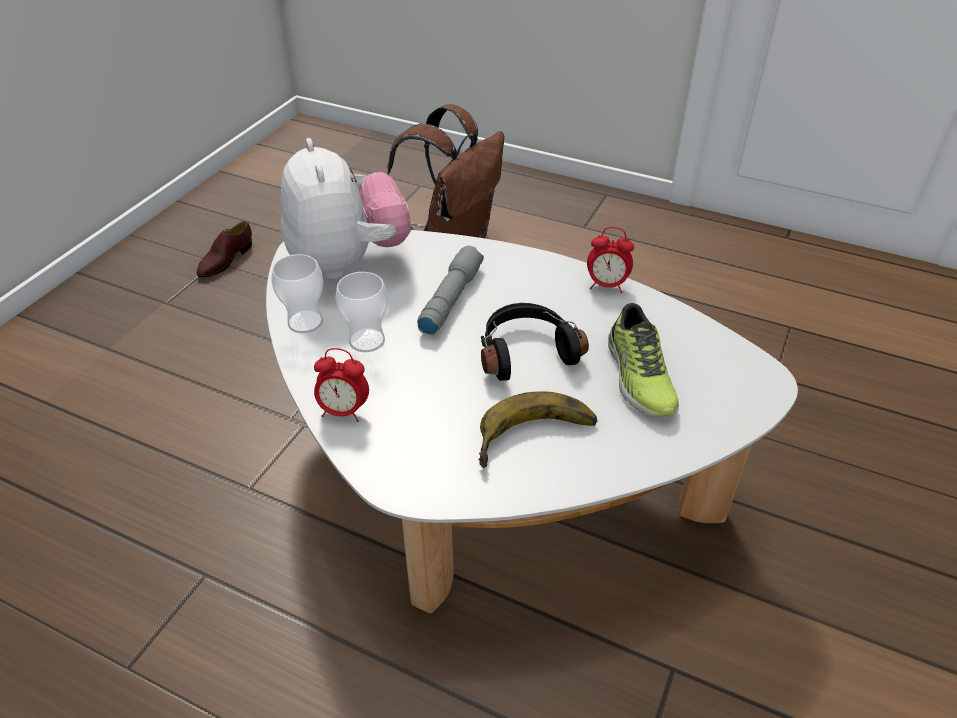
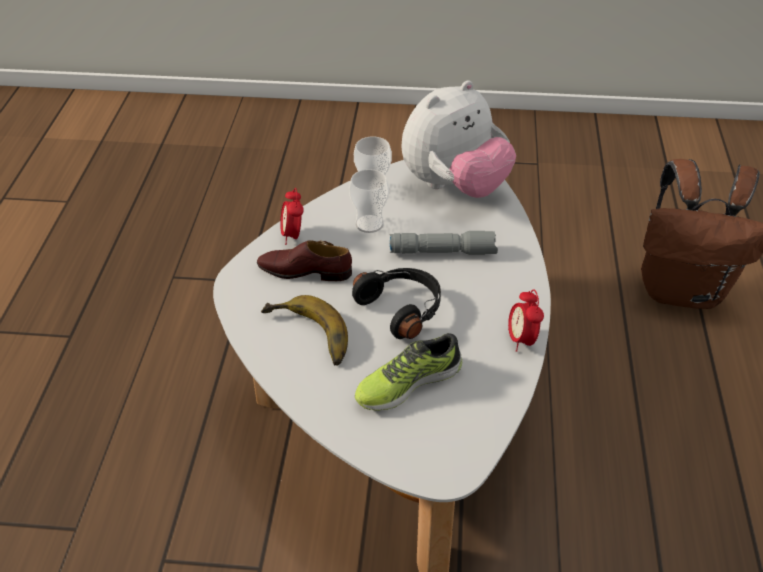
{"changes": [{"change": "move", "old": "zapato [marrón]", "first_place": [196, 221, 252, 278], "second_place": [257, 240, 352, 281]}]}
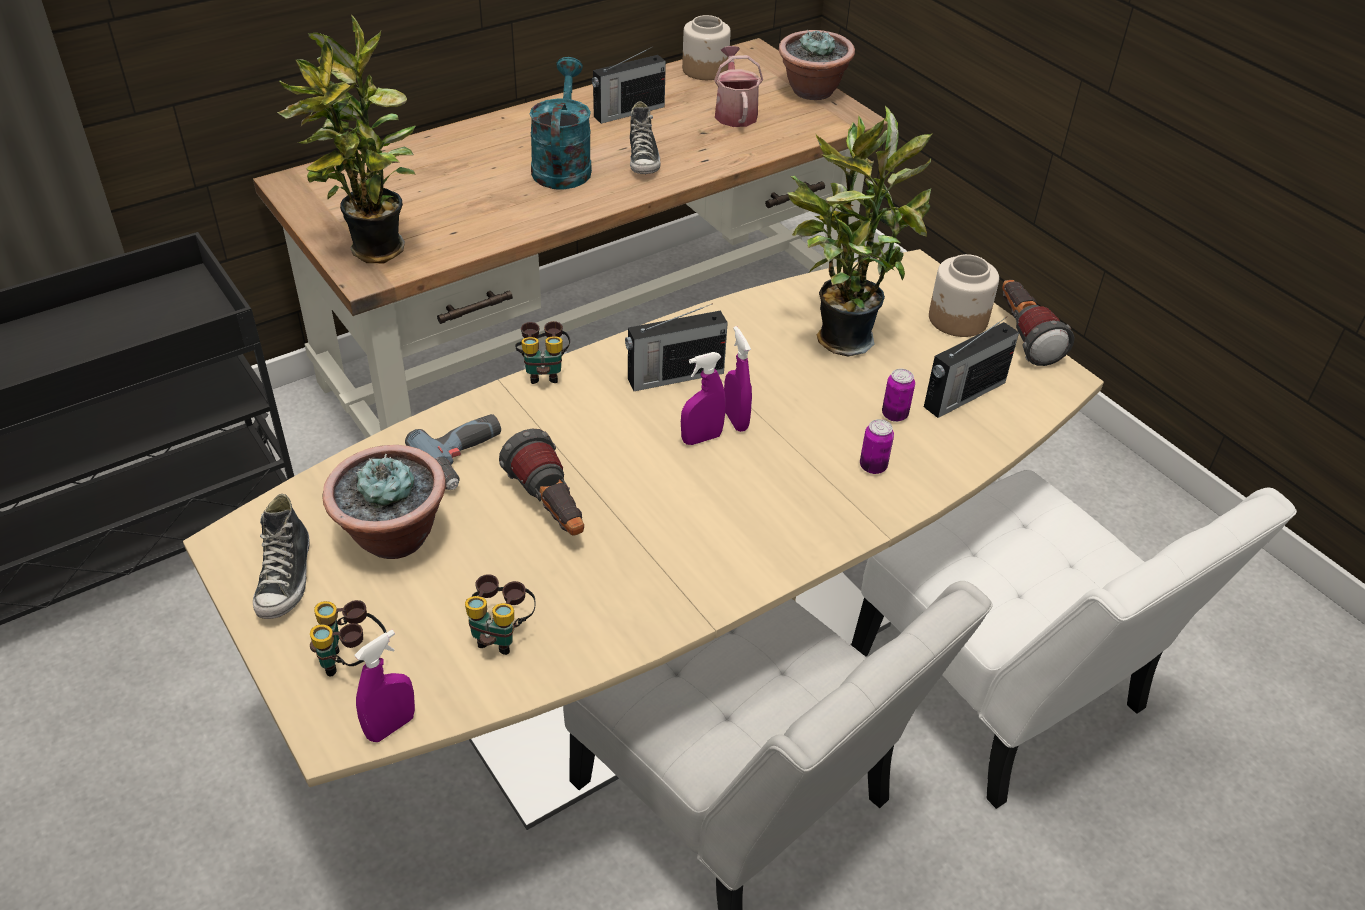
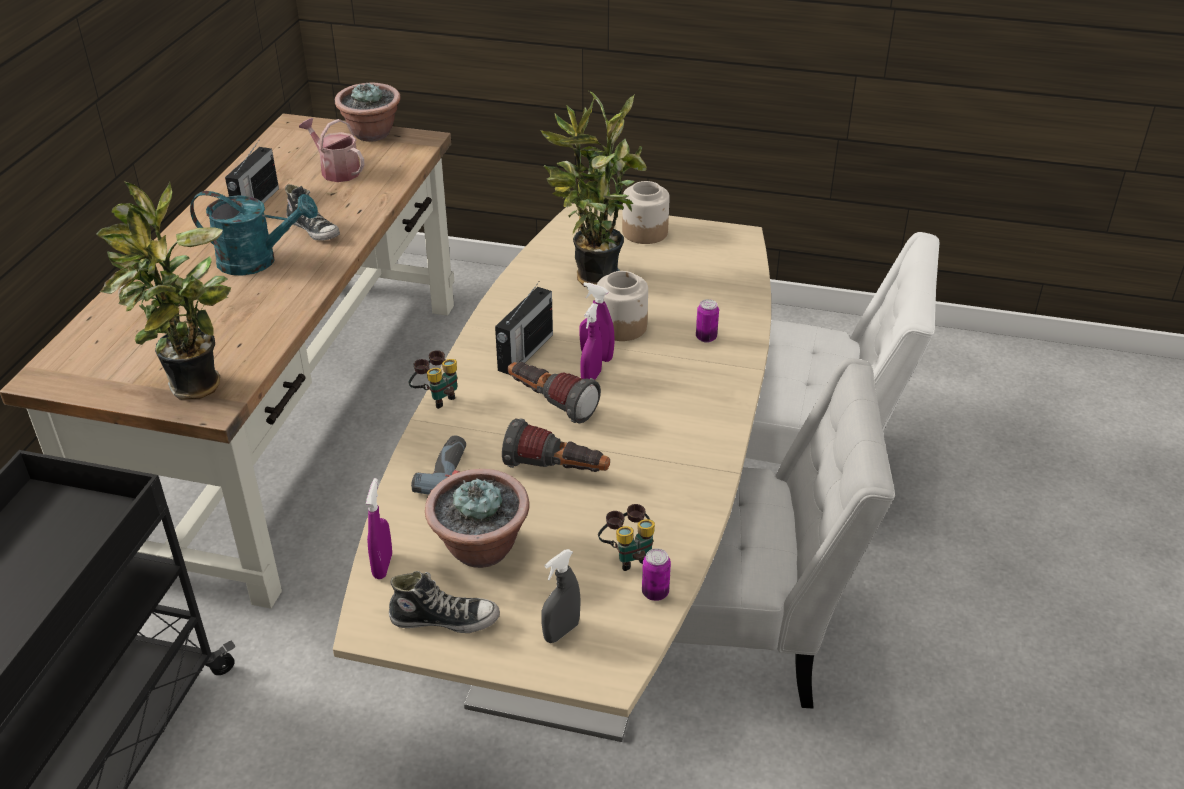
{"changes": [{"change": "move", "old": "tarro", "first_place": [682, 15, 731, 80], "second_place": [597, 271, 648, 341]}, {"change": "rotate", "old": "regadera [turquesa]", "first_place": [529, 57, 592, 190], "second_place": [190, 191, 318, 276], "degrees": 135}, {"change": "move", "old": "linterna", "first_place": [1002, 280, 1075, 366], "second_place": [508, 362, 601, 424]}, {"change": "delete", "old": "radio", "first_place": [924, 317, 1019, 418]}, {"change": "move", "old": "lata", "first_place": [882, 369, 915, 422], "second_place": [642, 548, 671, 601]}, {"change": "rotate", "old": "zapato", "first_place": [253, 494, 310, 619], "second_place": [389, 571, 500, 633], "degrees": -45}, {"change": "replace", "old": "prismáticos", "new": "pulverizador [gris]", "first_place": [310, 600, 387, 677], "second_place": [541, 549, 581, 643]}, {"change": "move", "old": "pulverizador [morado]", "first_place": [354, 630, 415, 742], "second_place": [366, 478, 392, 579]}]}
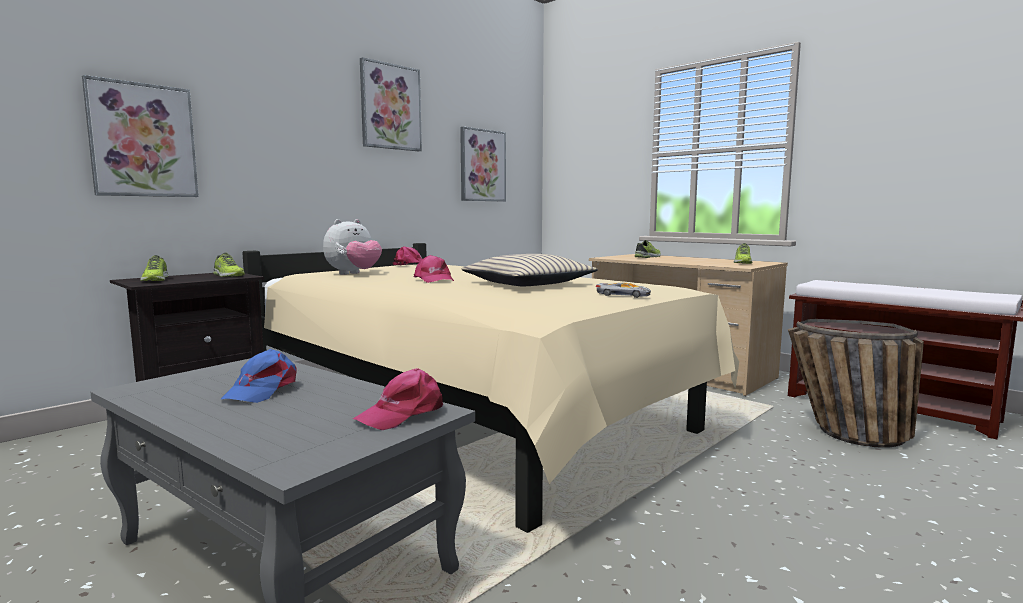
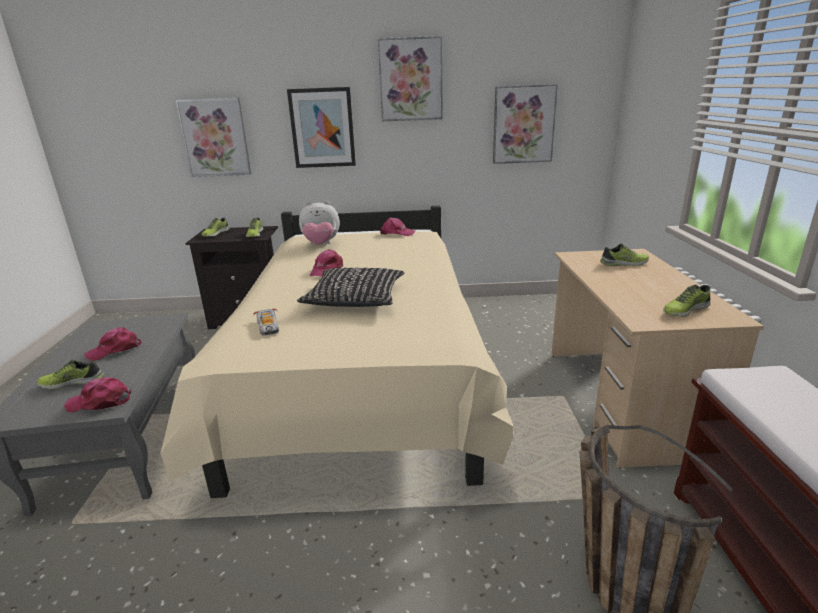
{"changes": [{"change": "recolor", "old": "cojín [beis]", "new": "cojín [negro]", "first_place": [461, 254, 598, 286], "second_place": [297, 268, 405, 307]}, {"change": "move", "old": "coche de juguete", "first_place": [596, 283, 651, 298], "second_place": [253, 309, 279, 336]}, {"change": "recolor", "old": "gorra [azul]", "new": "gorra [rosa]", "first_place": [220, 349, 297, 403], "second_place": [84, 327, 142, 361]}, {"change": "insert", "new": "cuadro", "second_place": [287, 87, 356, 168]}, {"change": "insert", "new": "zapato", "second_place": [37, 360, 104, 389]}]}
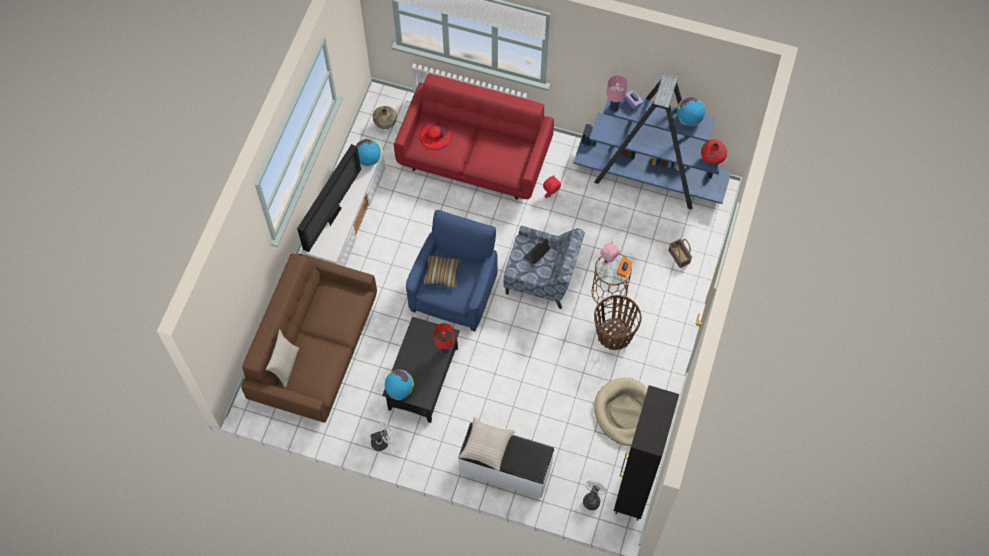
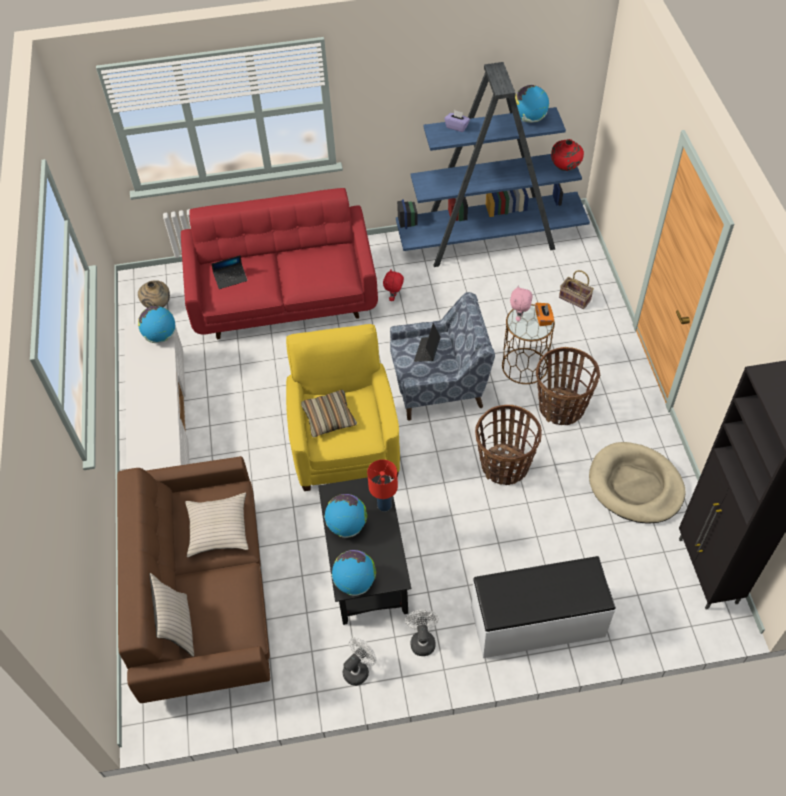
{"changes": [{"change": "delete", "old": "lámpara de mesa [rosa]", "first_place": [607, 75, 628, 112]}, {"change": "replace", "old": "sombrero [rojo]", "new": "portátil", "first_place": [419, 122, 452, 150], "second_place": [212, 255, 248, 289]}, {"change": "delete", "old": "televisor", "first_place": [297, 144, 361, 252]}, {"change": "recolor", "old": "sillón [azul]", "new": "sillón [amarillo]", "first_place": [406, 210, 498, 331], "second_place": [286, 324, 400, 491]}, {"change": "move", "old": "cojín [beis]", "first_place": [459, 417, 515, 472], "second_place": [185, 493, 249, 558]}, {"change": "move", "old": "ventilador [blanco]", "first_place": [583, 480, 607, 510], "second_place": [405, 610, 439, 656]}, {"change": "insert", "new": "cesta", "second_place": [475, 405, 542, 485]}, {"change": "insert", "new": "globo terráqueo", "second_place": [324, 494, 367, 538]}]}
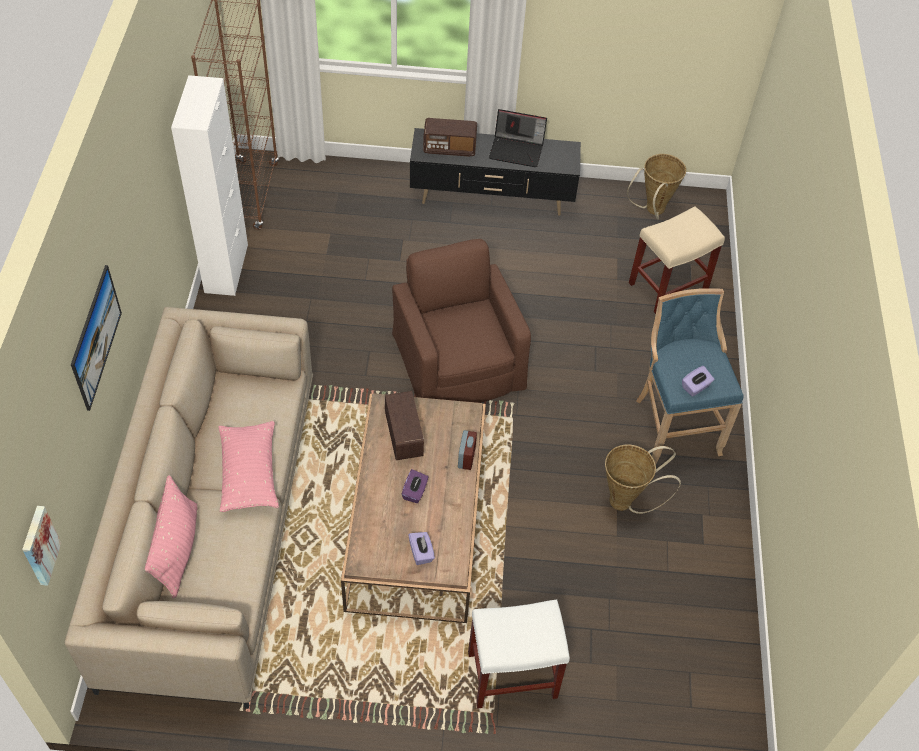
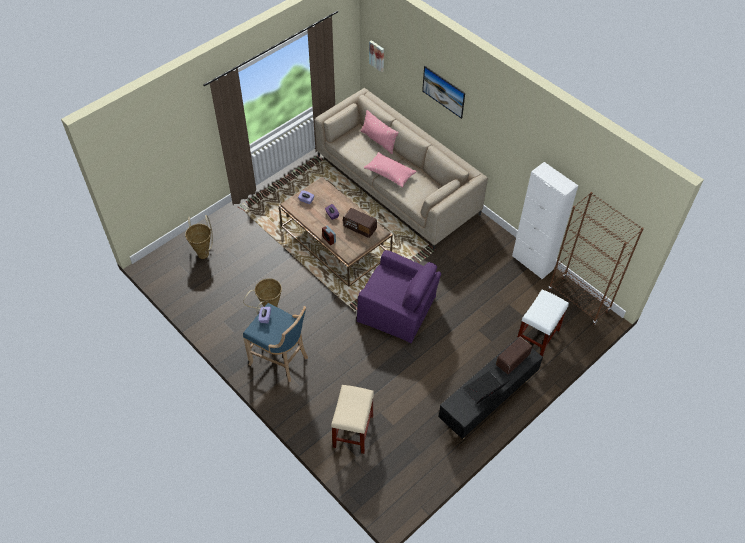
{"changes": [{"change": "move", "old": "cesta", "first_place": [627, 154, 686, 220], "second_place": [185, 215, 213, 259]}, {"change": "recolor", "old": "sillón [marrón]", "new": "sillón [morado]", "first_place": [392, 239, 531, 403], "second_place": [357, 250, 441, 343]}, {"change": "move", "old": "taburete [blanco]", "first_place": [468, 599, 570, 709], "second_place": [517, 289, 569, 357]}]}
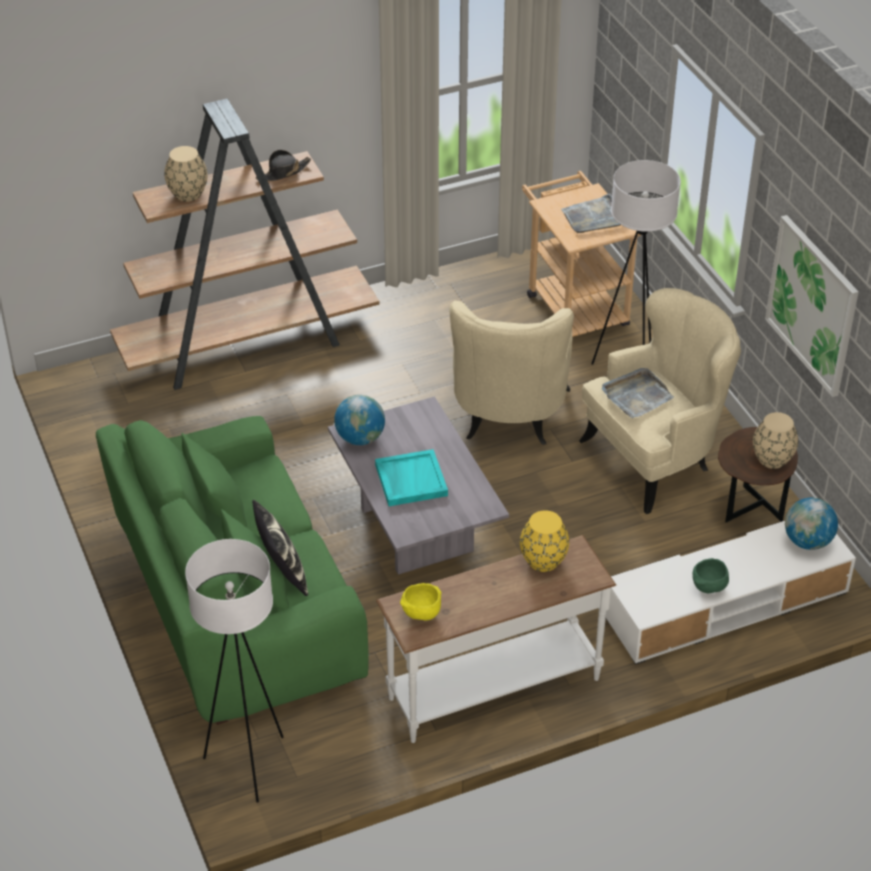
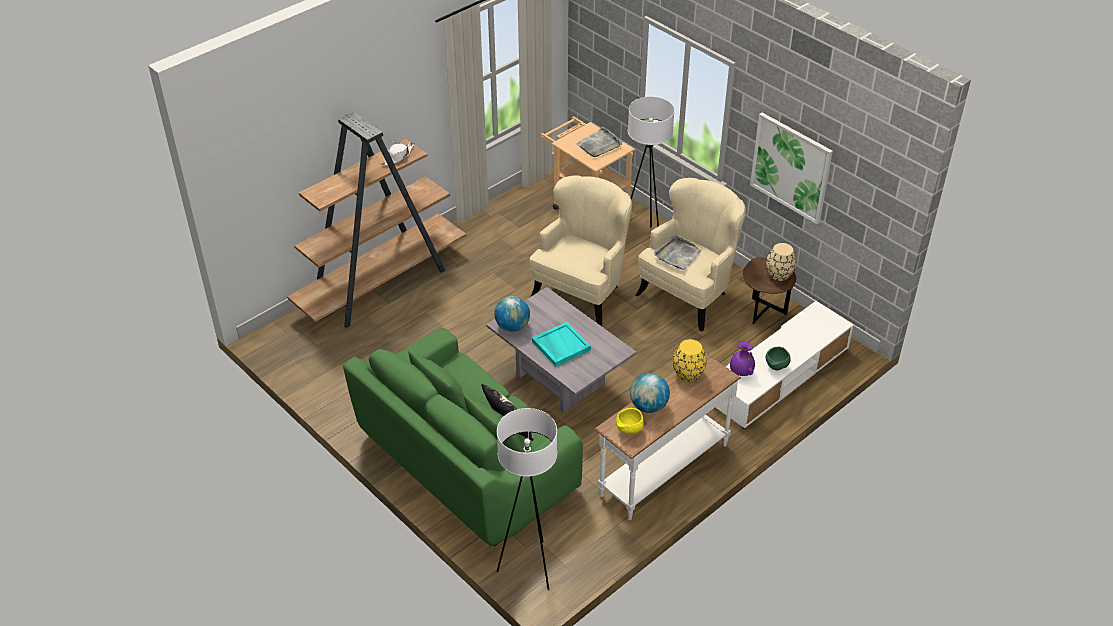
{"changes": [{"change": "delete", "old": "florero [beis]", "first_place": [164, 146, 208, 202]}, {"change": "recolor", "old": "sombrero [negro]", "new": "sombrero [blanco]", "first_place": [256, 150, 311, 181], "second_place": [382, 141, 414, 165]}, {"change": "rotate", "old": "sillón [beis]", "first_place": [449, 301, 574, 445], "second_place": [529, 175, 632, 326], "degrees": -135}, {"change": "move", "old": "globo terráqueo", "first_place": [785, 498, 838, 550], "second_place": [630, 373, 670, 413]}, {"change": "insert", "new": "florero [morado]", "second_place": [730, 342, 755, 376]}]}
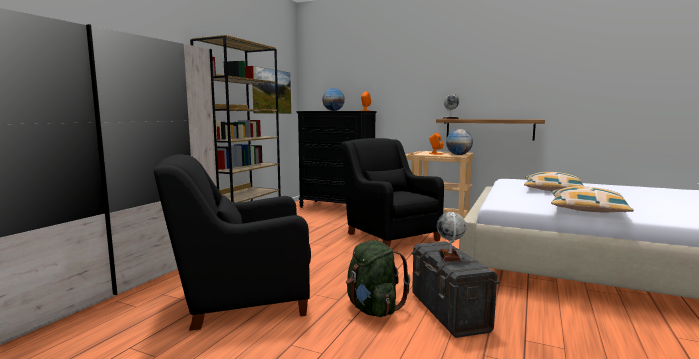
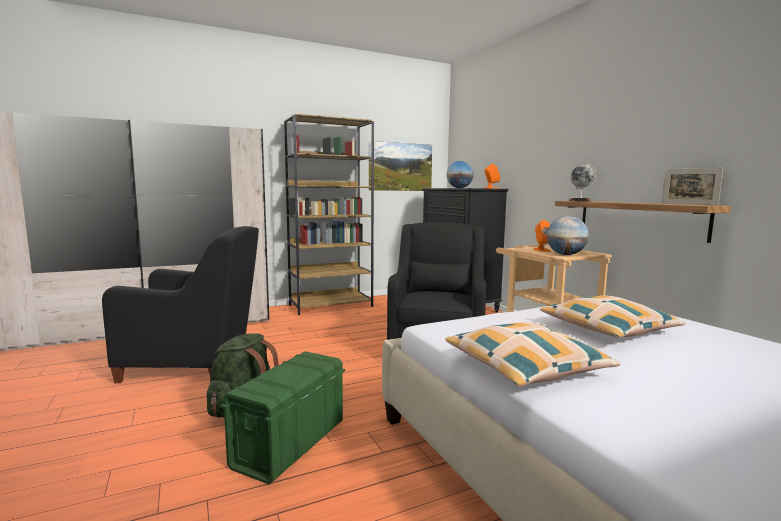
{"changes": [{"change": "rotate", "old": "sillón [negro]", "first_place": [154, 154, 311, 331], "second_place": [102, 226, 259, 383], "degrees": 150}, {"change": "delete", "old": "globo terráqueo", "first_place": [437, 212, 466, 261]}, {"change": "recolor", "old": "caja de almacenaje [gris]", "new": "caja de almacenaje [verde]", "first_place": [411, 241, 500, 338], "second_place": [220, 351, 345, 484]}, {"change": "insert", "new": "portarretratos", "second_place": [662, 168, 723, 205]}]}
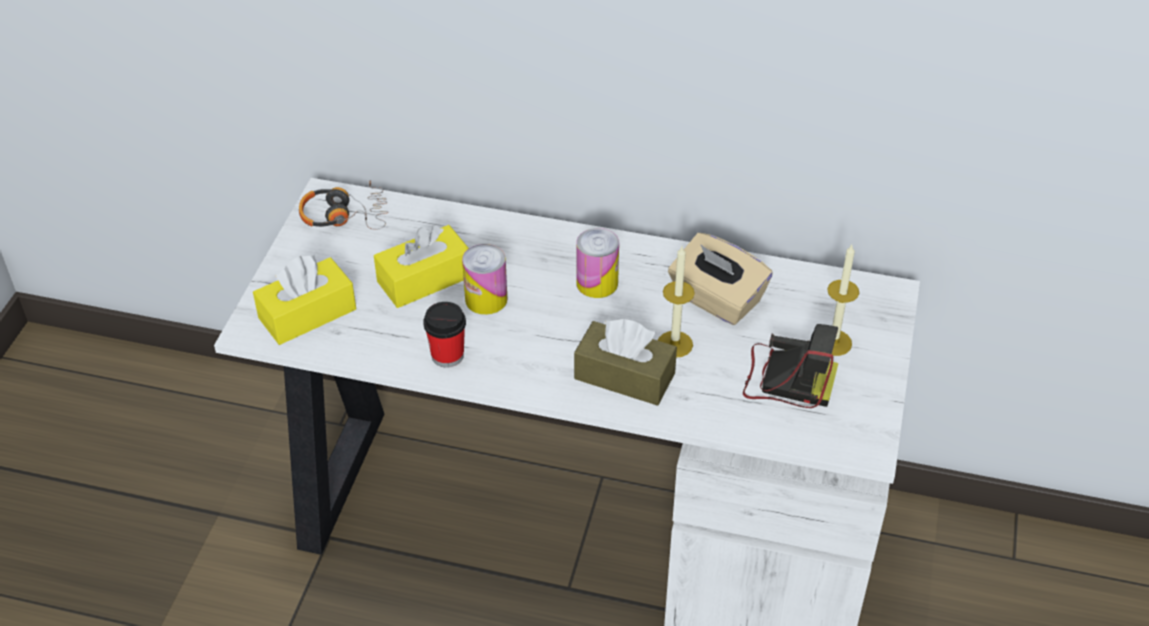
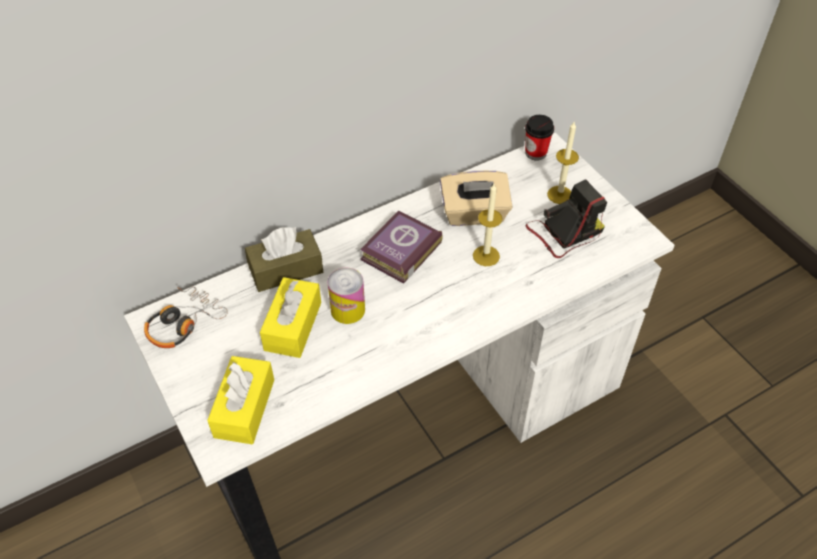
{"changes": [{"change": "replace", "old": "lata", "new": "libro", "first_place": [576, 228, 619, 298], "second_place": [360, 211, 443, 284]}, {"change": "move", "old": "taza", "first_place": [423, 302, 466, 368], "second_place": [525, 115, 554, 161]}, {"change": "move", "old": "caja de pañuelos [marrón]", "first_place": [574, 319, 677, 406], "second_place": [245, 227, 323, 292]}]}
